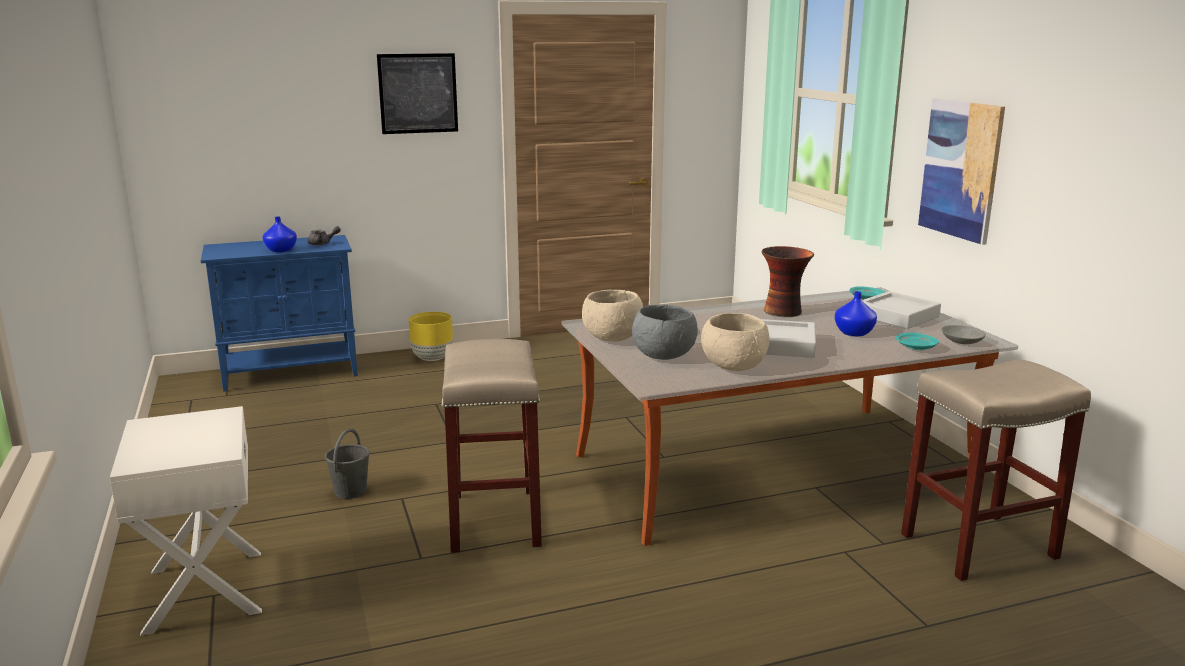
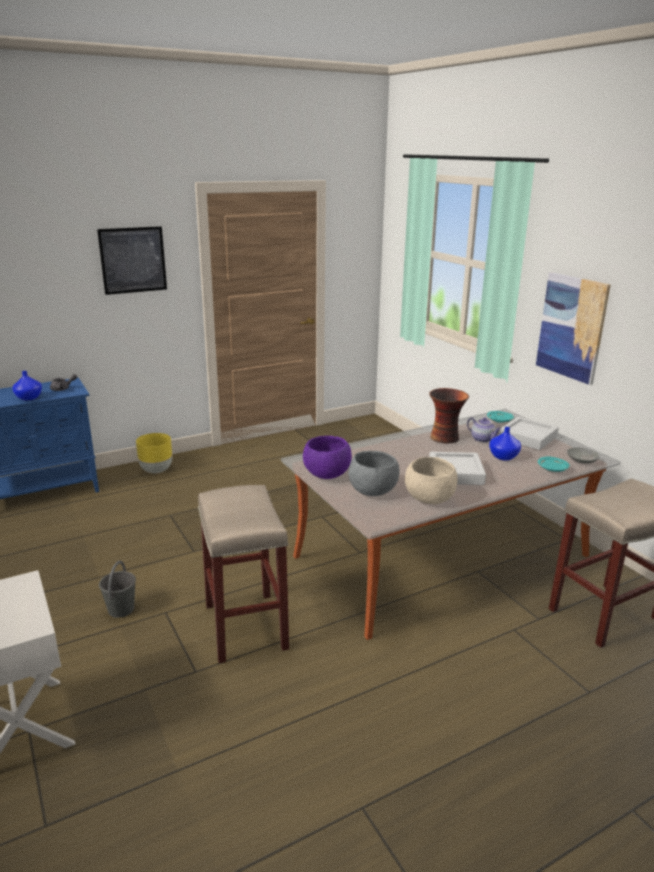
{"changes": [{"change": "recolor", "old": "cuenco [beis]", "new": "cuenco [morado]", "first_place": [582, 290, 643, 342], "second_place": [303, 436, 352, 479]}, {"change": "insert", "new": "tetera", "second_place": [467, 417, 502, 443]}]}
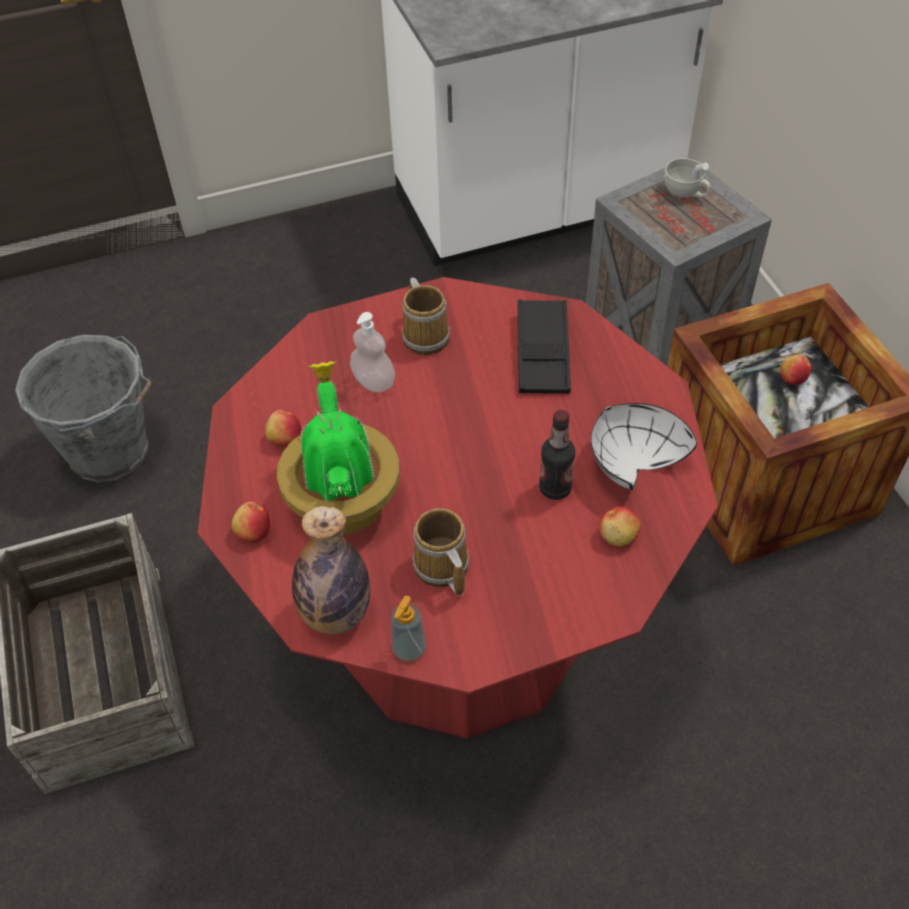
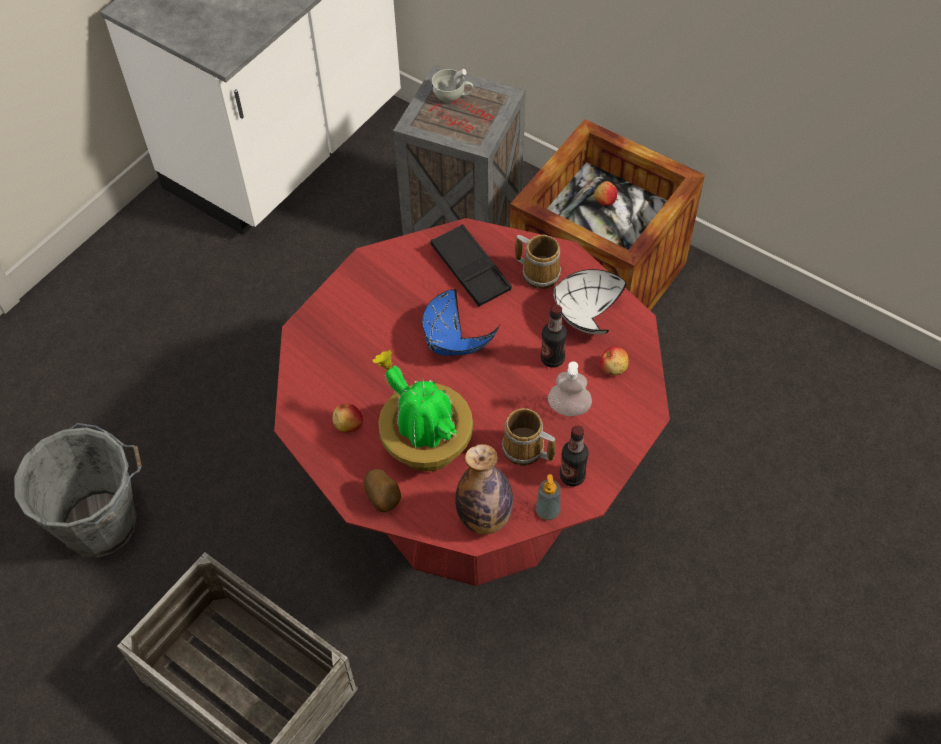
{"changes": [{"change": "move", "old": "taza grande", "first_place": [402, 278, 450, 355], "second_place": [515, 235, 561, 289]}, {"change": "move", "old": "dispensador de jabón", "first_place": [350, 312, 395, 392], "second_place": [548, 362, 592, 416]}, {"change": "replace", "old": "manzana", "new": "patata", "first_place": [232, 502, 270, 543], "second_place": [364, 469, 401, 512]}, {"change": "insert", "new": "cuenco [azul]", "second_place": [422, 289, 500, 356]}, {"change": "insert", "new": "botella", "second_place": [560, 425, 589, 486]}]}
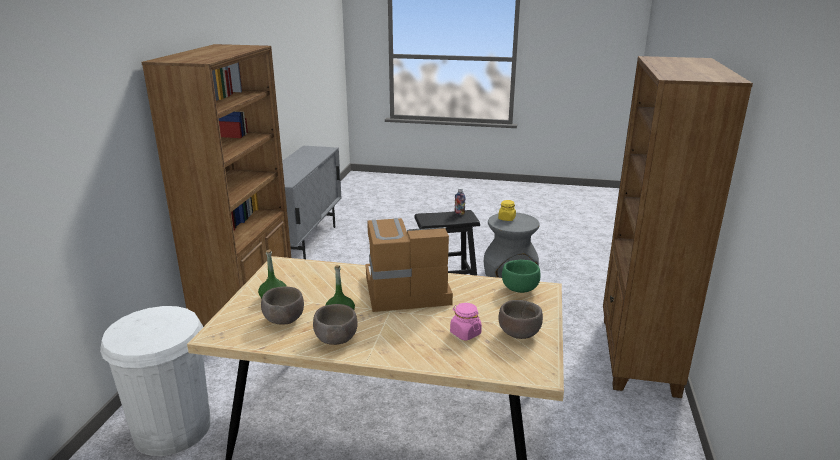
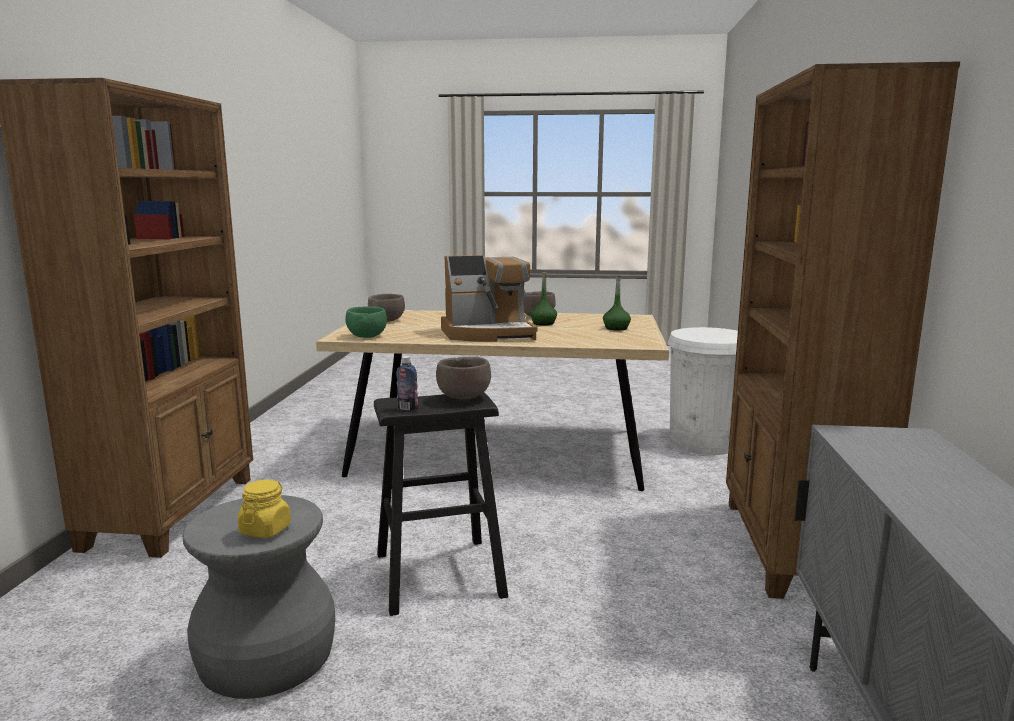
{"changes": [{"change": "move", "old": "cuenco [marrón]", "first_place": [261, 287, 304, 325], "second_place": [436, 357, 491, 400]}, {"change": "delete", "old": "tarro [rosa]", "first_place": [450, 303, 482, 340]}]}
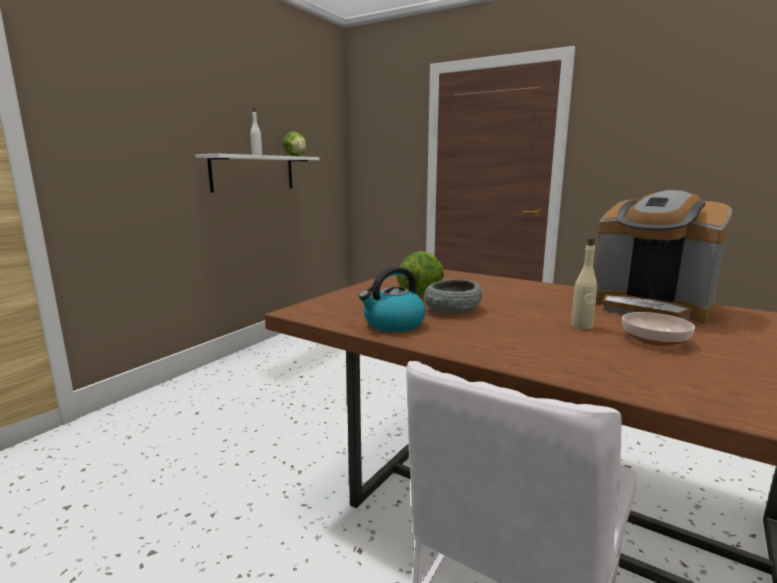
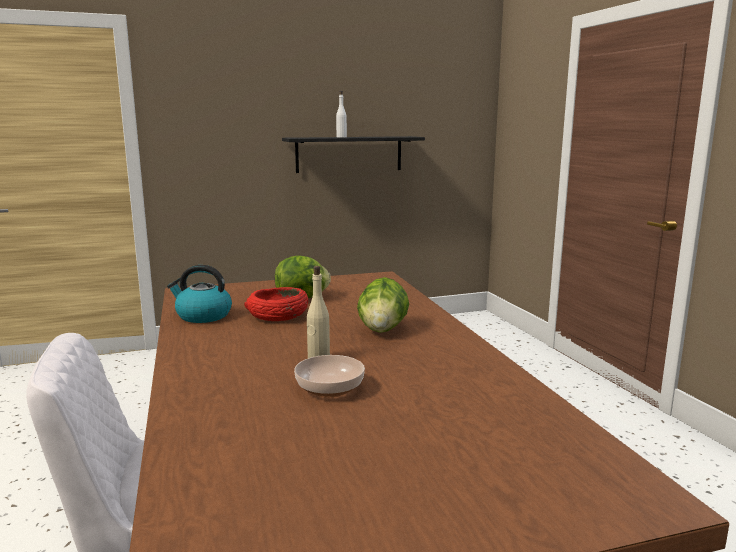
{"changes": [{"change": "move", "old": "lechuga", "first_place": [283, 131, 307, 156], "second_place": [357, 277, 409, 333]}, {"change": "recolor", "old": "estante [blanco]", "new": "estante [negro]", "first_place": [195, 154, 320, 192], "second_place": [282, 136, 425, 173]}, {"change": "delete", "old": "cafetera", "first_place": [594, 190, 732, 324]}, {"change": "recolor", "old": "cuenco [gris]", "new": "cuenco [rojo]", "first_place": [425, 279, 483, 314], "second_place": [244, 287, 308, 321]}]}
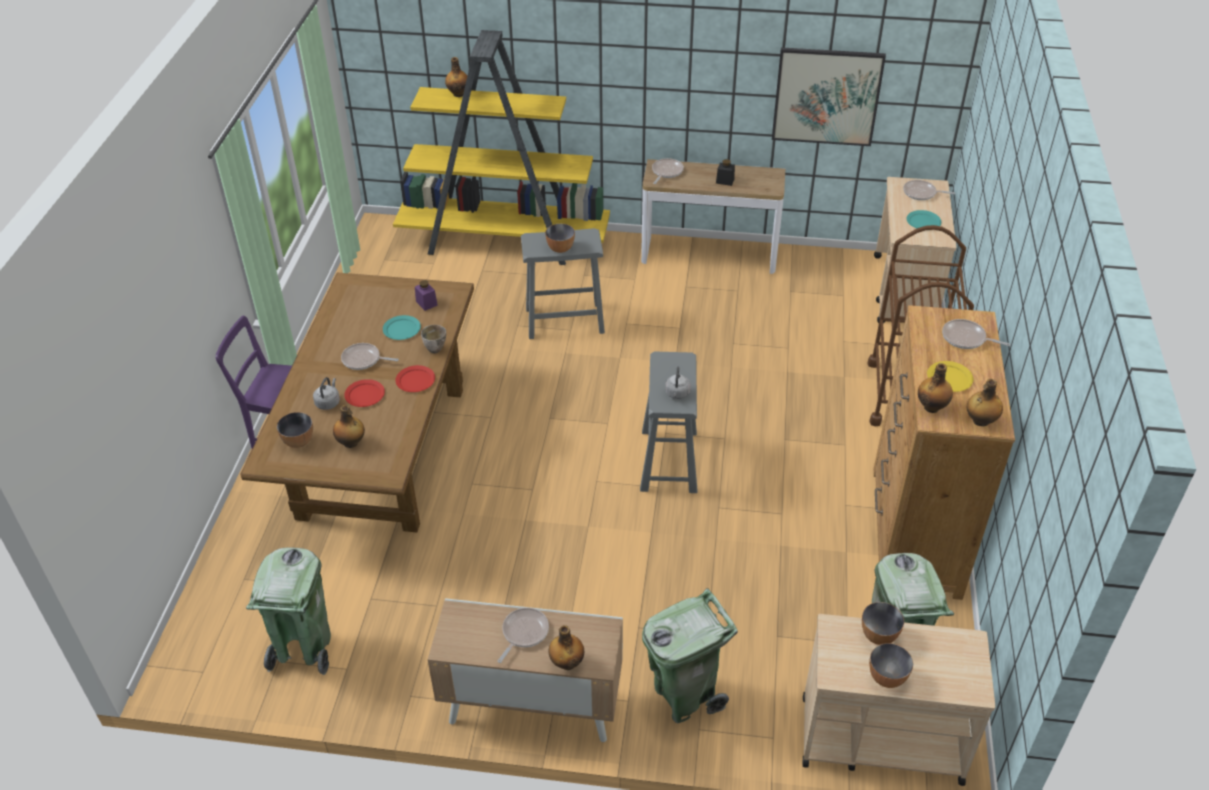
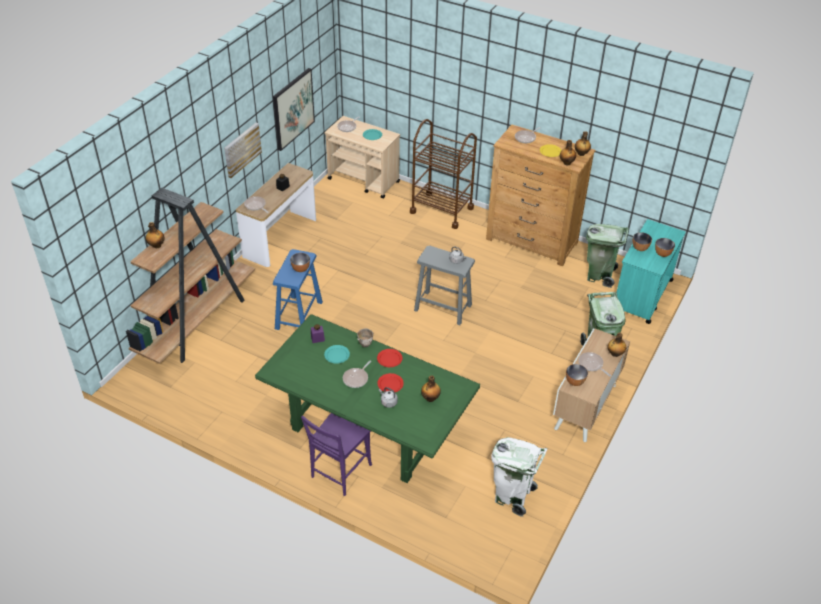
{"changes": [{"change": "recolor", "old": "estantería [amarillo]", "new": "estantería [marrón]", "first_place": [393, 30, 610, 265], "second_place": [126, 188, 255, 364]}, {"change": "recolor", "old": "taburete [gris]", "new": "taburete [azul]", "first_place": [521, 228, 605, 339], "second_place": [273, 249, 323, 330]}, {"change": "recolor", "old": "mesa de comedor [marrón]", "new": "mesa de comedor [verde]", "first_place": [240, 273, 474, 533], "second_place": [255, 314, 480, 483]}, {"change": "move", "old": "cuenco", "first_place": [277, 412, 313, 448], "second_place": [566, 364, 588, 386]}, {"change": "recolor", "old": "papelera [verde]", "new": "papelera [blanco]", "first_place": [246, 548, 331, 675], "second_place": [491, 437, 548, 517]}, {"change": "recolor", "old": "carrito [beis]", "new": "carrito [turquesa]", "first_place": [802, 614, 995, 786], "second_place": [616, 219, 686, 324]}, {"change": "insert", "new": "cuadro", "second_place": [224, 123, 262, 178]}]}
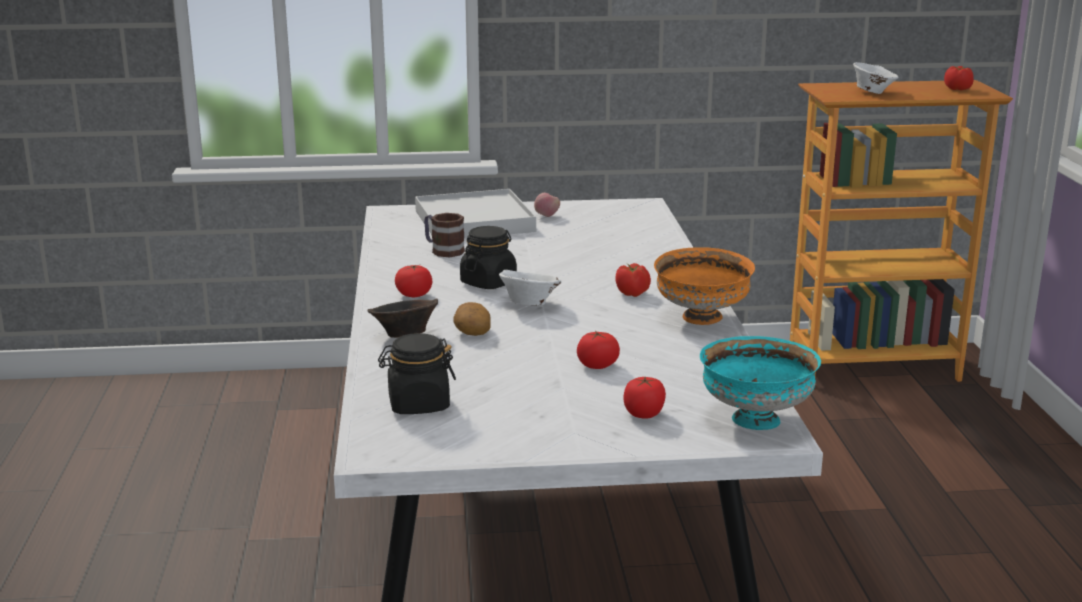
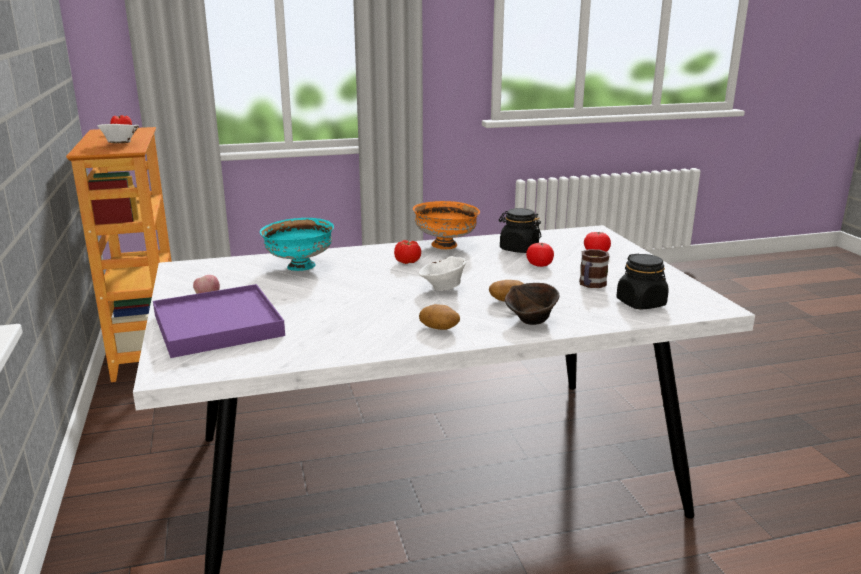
{"changes": [{"change": "recolor", "old": "bandeja [blanco]", "new": "bandeja [morado]", "first_place": [415, 189, 536, 239], "second_place": [153, 284, 285, 358]}, {"change": "move", "old": "taza grande", "first_place": [424, 213, 465, 257], "second_place": [579, 249, 609, 288]}, {"change": "move", "old": "tarro [negro]", "first_place": [460, 226, 517, 289], "second_place": [499, 208, 541, 253]}, {"change": "replace", "old": "tomate", "new": "patata", "first_place": [395, 265, 432, 297], "second_place": [419, 304, 460, 330]}, {"change": "move", "old": "cuenco [turquesa]", "first_place": [700, 336, 821, 430], "second_place": [260, 218, 334, 271]}]}
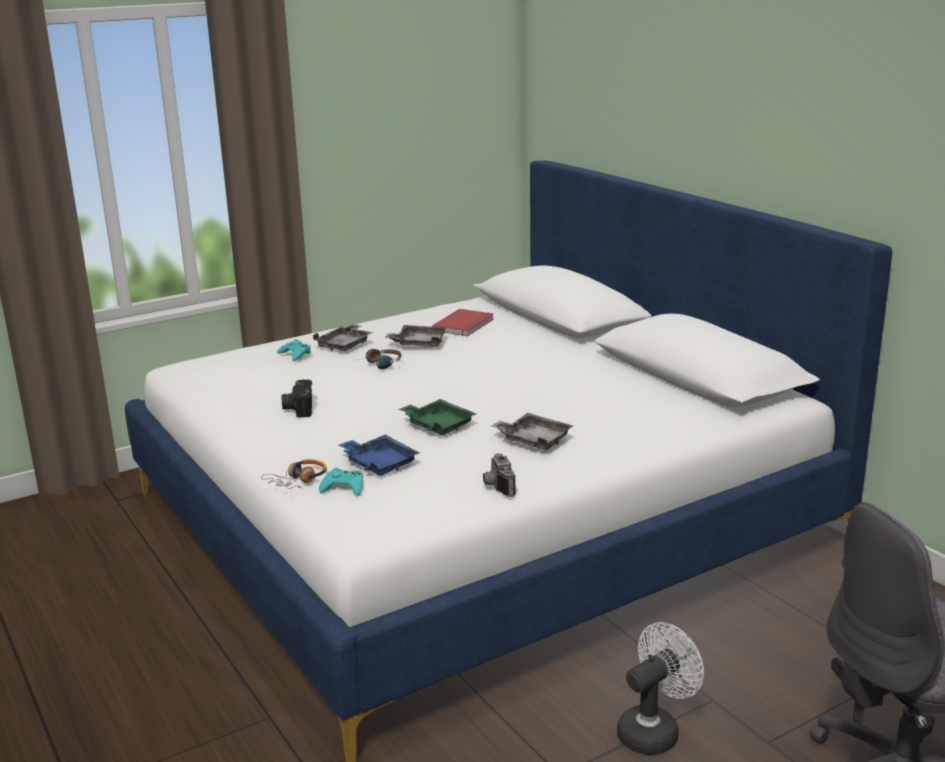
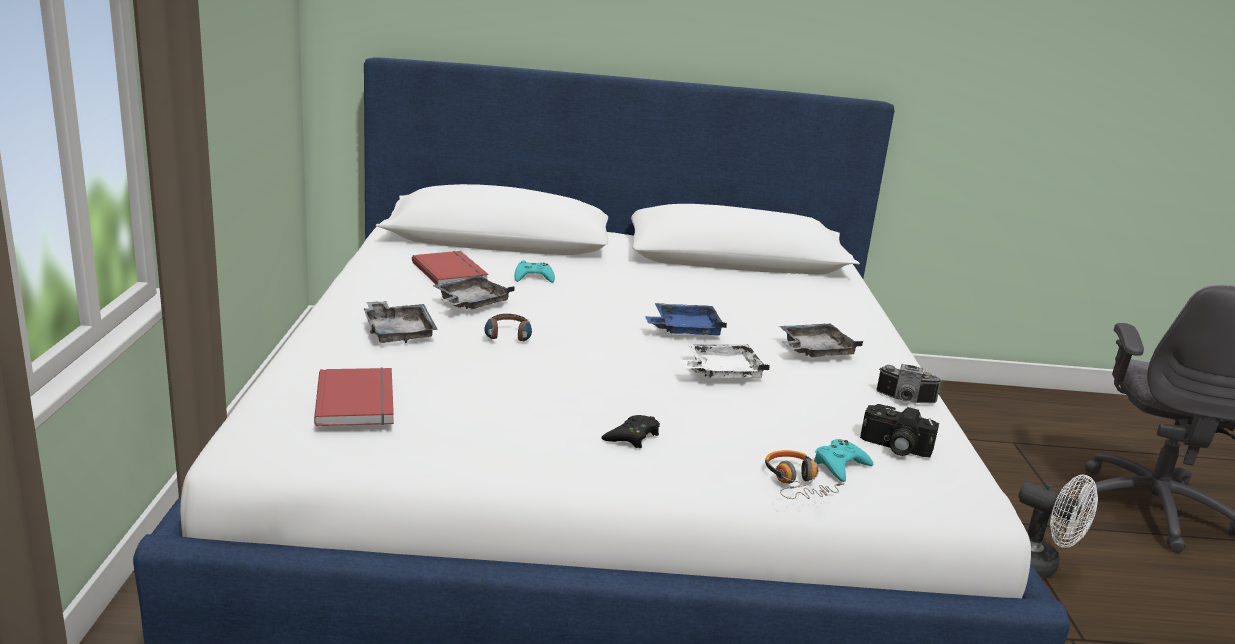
{"changes": [{"change": "move", "old": "mando de consola [turquesa]", "first_place": [277, 339, 311, 361], "second_place": [514, 260, 555, 283]}, {"change": "move", "old": "cámara", "first_place": [282, 379, 312, 418], "second_place": [860, 404, 939, 457]}, {"change": "recolor", "old": "bandeja [verde]", "new": "bandeja [blanco]", "first_place": [399, 399, 476, 435], "second_place": [681, 344, 770, 378]}, {"change": "move", "old": "bandeja [azul]", "first_place": [339, 434, 419, 476], "second_place": [645, 303, 727, 335]}, {"change": "rotate", "old": "ventilador [blanco]", "first_place": [617, 622, 704, 755], "second_place": [1018, 474, 1098, 577], "degrees": 135}, {"change": "insert", "new": "libro [rojo]", "second_place": [314, 367, 394, 426]}, {"change": "insert", "new": "mando de consola [negro]", "second_place": [601, 415, 660, 448]}]}
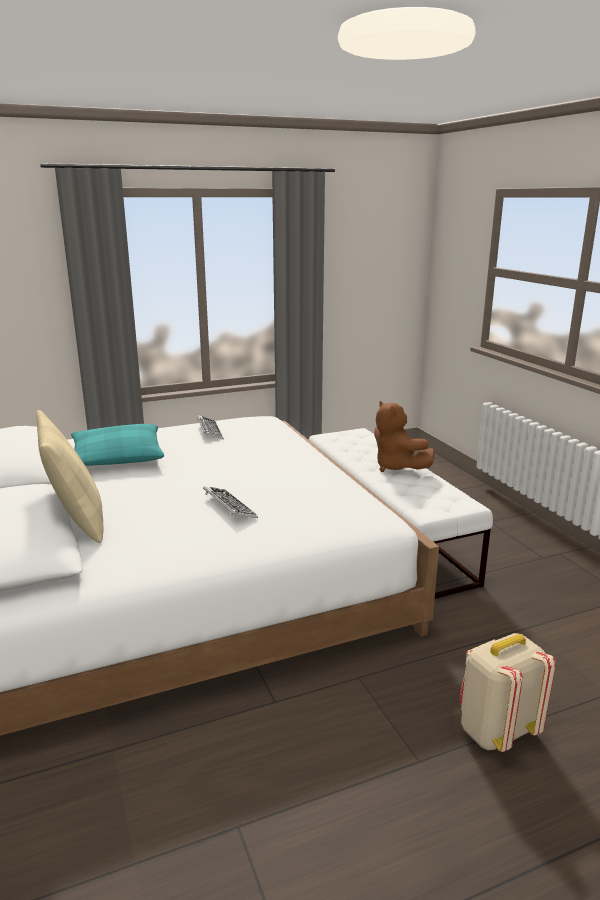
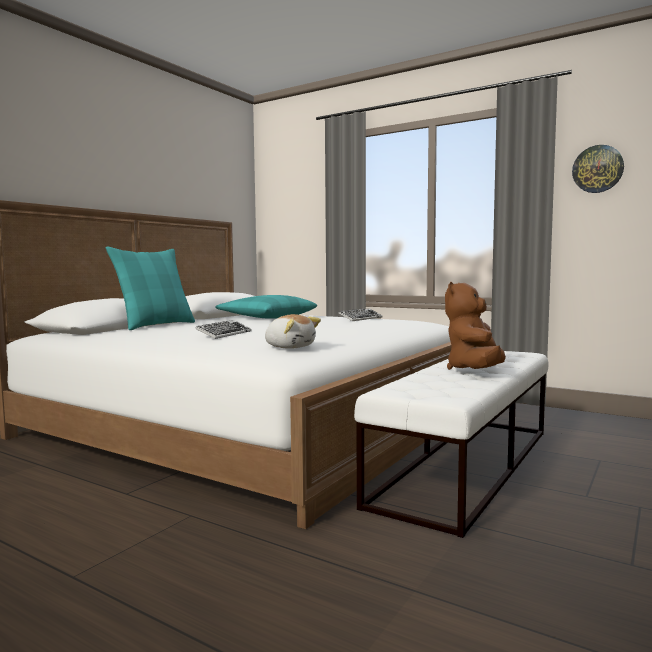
{"changes": [{"change": "recolor", "old": "cojín [beis]", "new": "cojín [turquesa]", "first_place": [36, 410, 104, 543], "second_place": [106, 247, 195, 330]}, {"change": "delete", "old": "mochila [beis]", "first_place": [459, 633, 556, 752]}, {"change": "insert", "new": "reloj de pared", "second_place": [572, 145, 624, 193]}, {"change": "insert", "new": "peluche", "second_place": [265, 314, 321, 349]}]}
